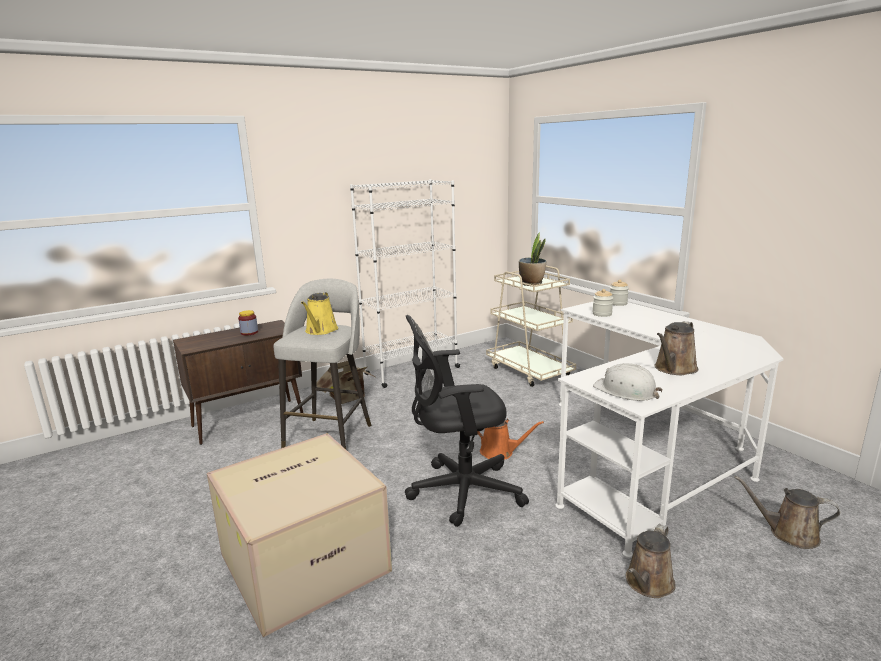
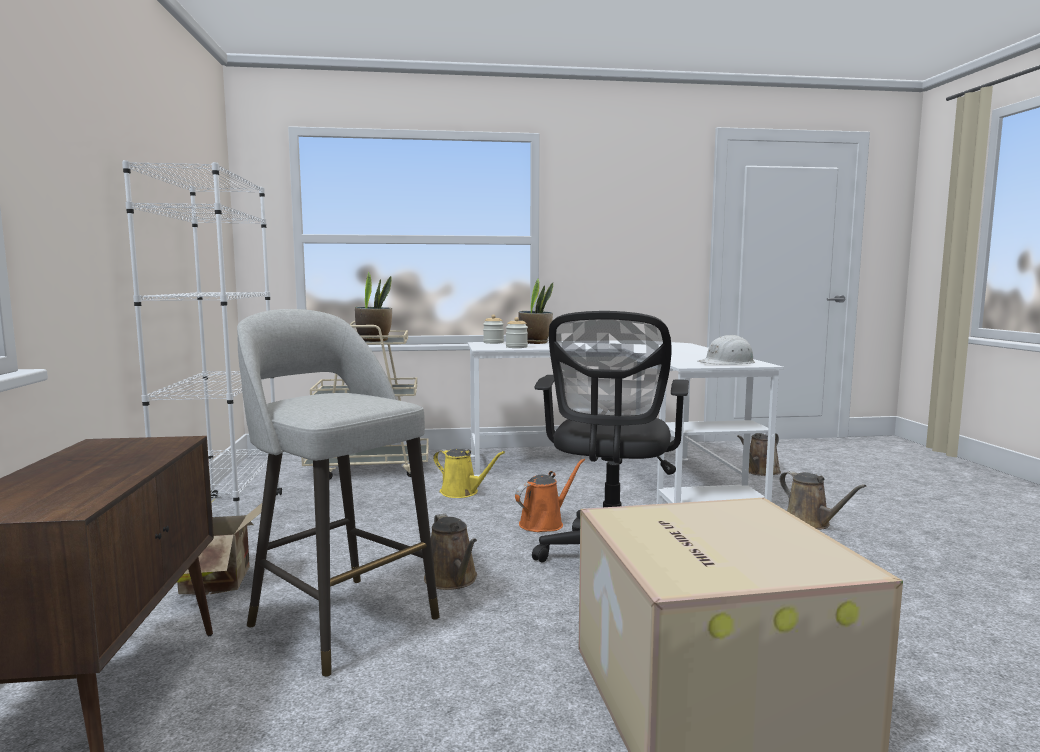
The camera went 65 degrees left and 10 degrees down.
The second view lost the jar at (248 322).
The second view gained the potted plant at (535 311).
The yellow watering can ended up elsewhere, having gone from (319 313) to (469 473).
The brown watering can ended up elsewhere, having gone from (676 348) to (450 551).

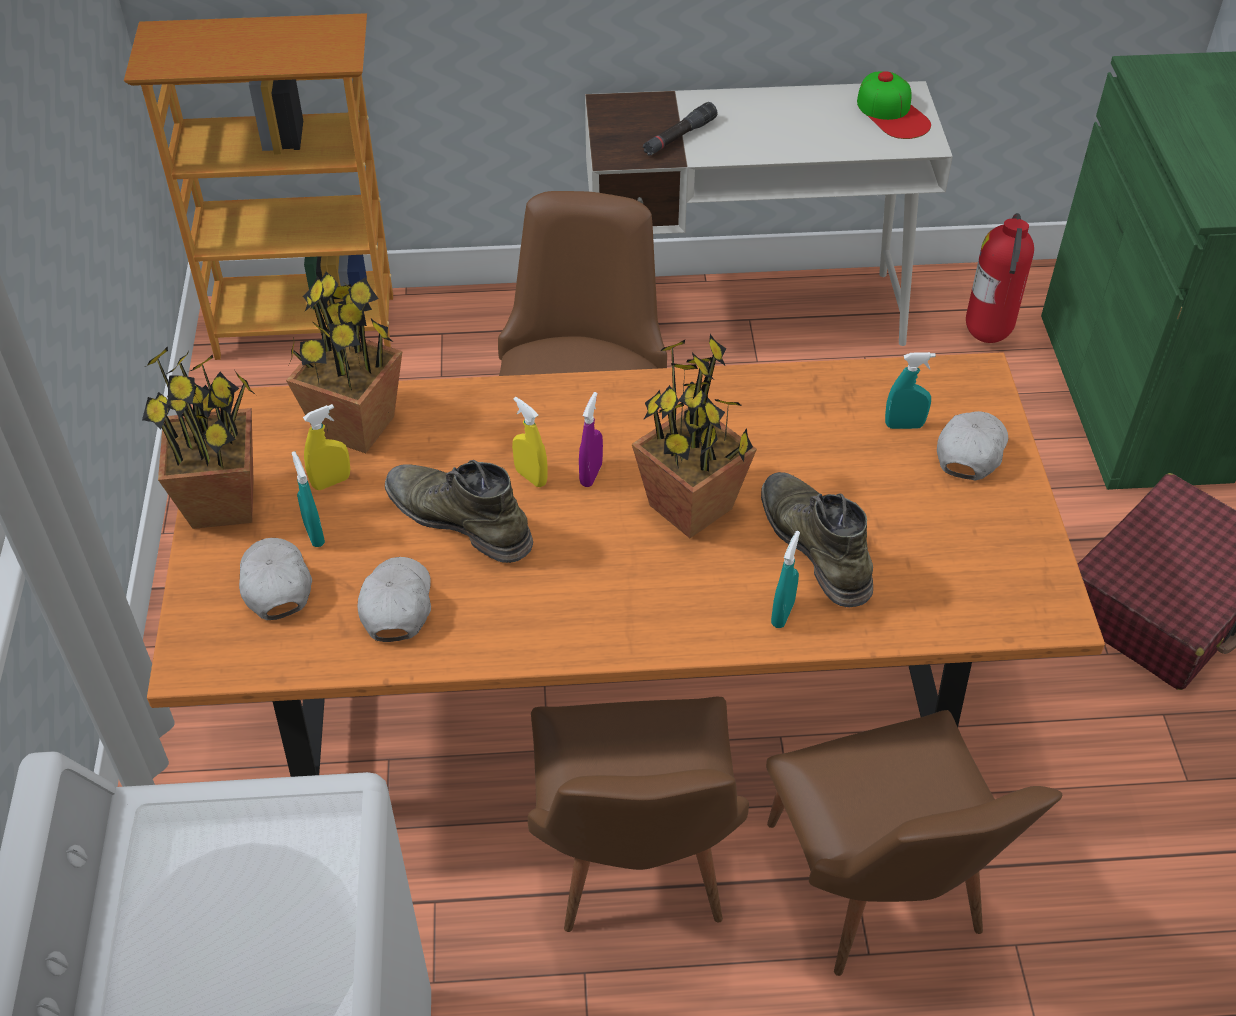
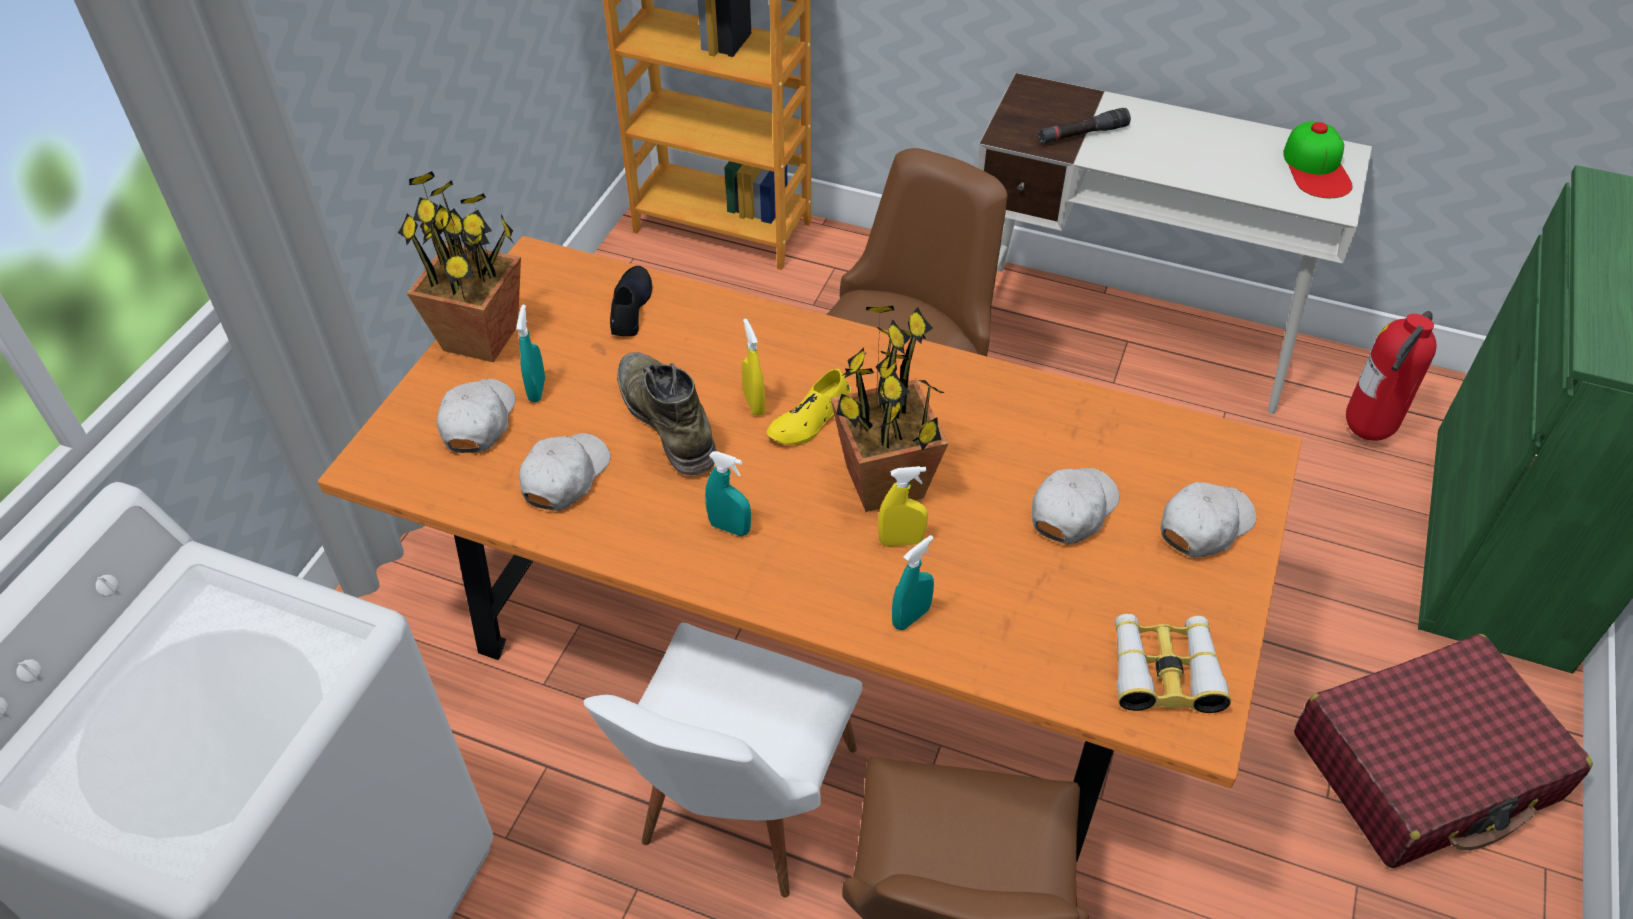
The camera went 25 degrees right and 0 degrees up.
The second view lost the green boot at (817 539).
The second view gained the white cap at (1075 506).
The second view gained the binoculars at (1173 663).
The yellow spray bottle ended up elsewhere, having gone from (326 447) to (903 506).
The turquoise spray bottle ended up elsewhere, having gone from (910 390) to (728 493).
Where the potted plant stood at (344 362), the black shoe came to stand at (631 301).
Where the purple spray bottle stood at (591 439), the yellow shoe came to stand at (809 407).
What was the brown chair at (638 814) turned into the white chair at (722 760).

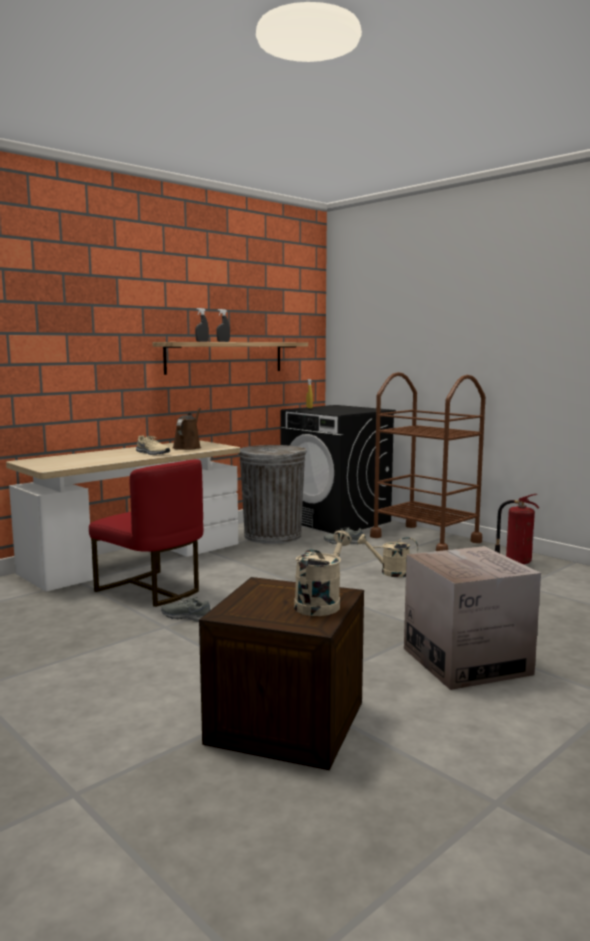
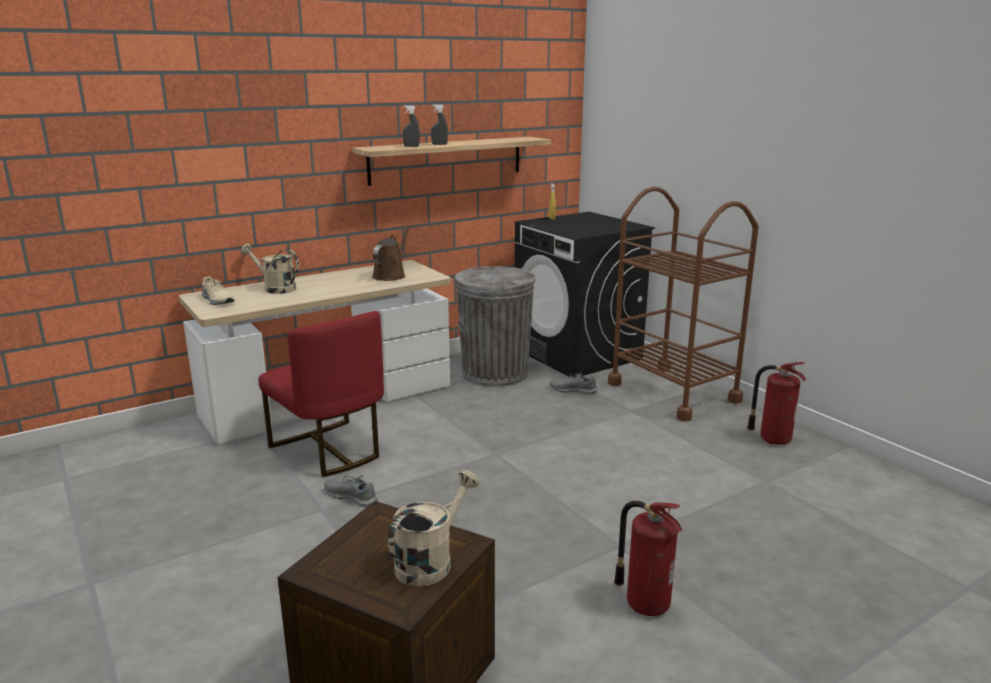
The camera went 10 degrees right and 10 degrees up.
The beige shoe ended up elsewhere, having gone from (153 445) to (218 290).
The beige watering can ended up elsewhere, having gone from (388 555) to (269 269).
Where the cardboard box stood at (472 618), the fire extinguisher came to stand at (648 558).

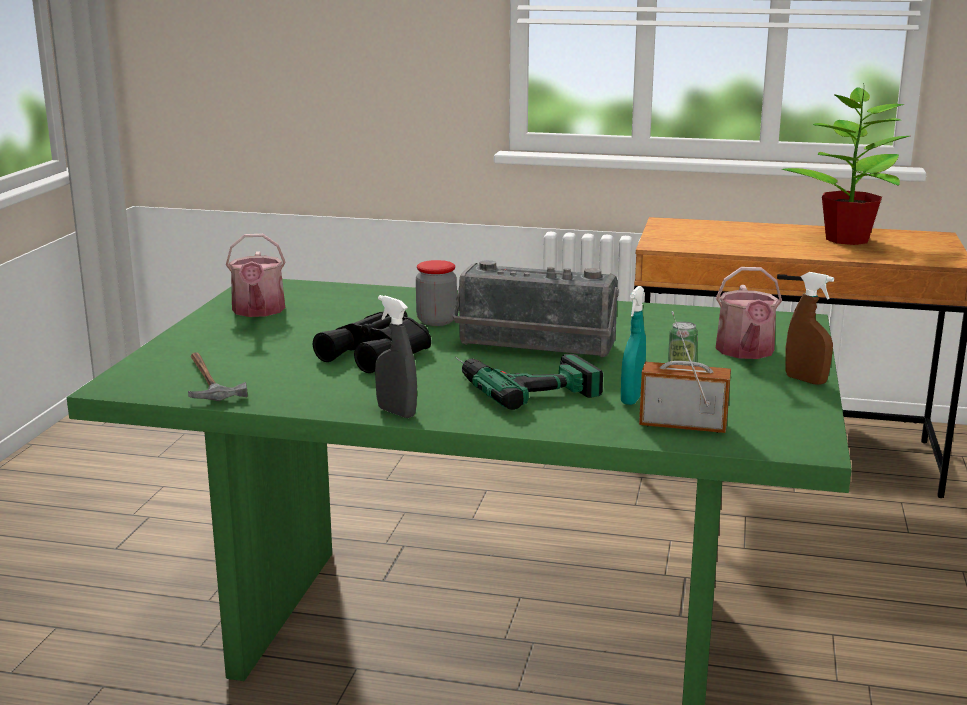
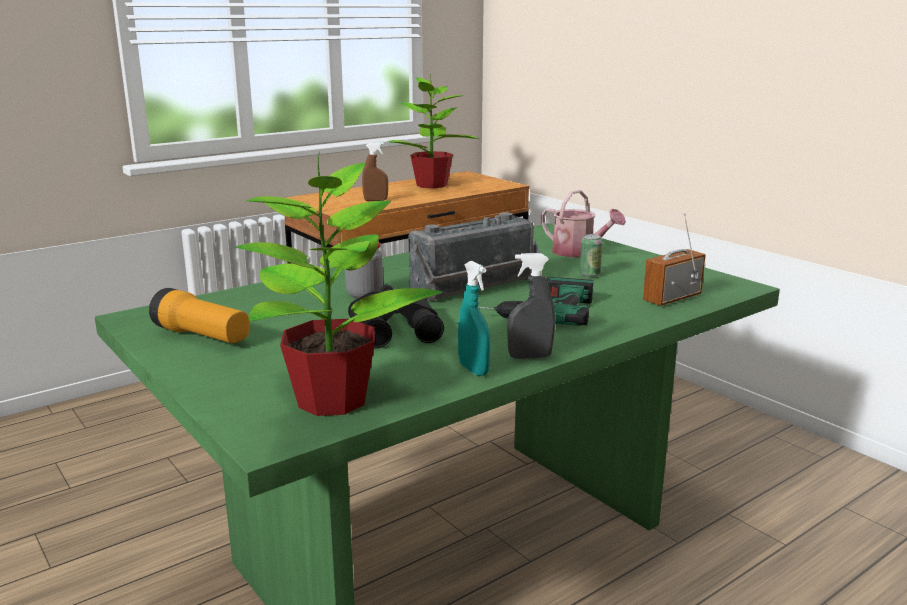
The camera went 50 degrees left and 0 degrees up.
The turquoise spray bottle ended up elsewhere, having gone from (633 345) to (474 318).
The brown spray bottle ended up elsewhere, having gone from (810 328) to (375 171).
Where the hammer stood at (218 376), the potted plant came to stand at (339 284).
Where the watering can stood at (256 275), the flashlight came to stand at (199 315).

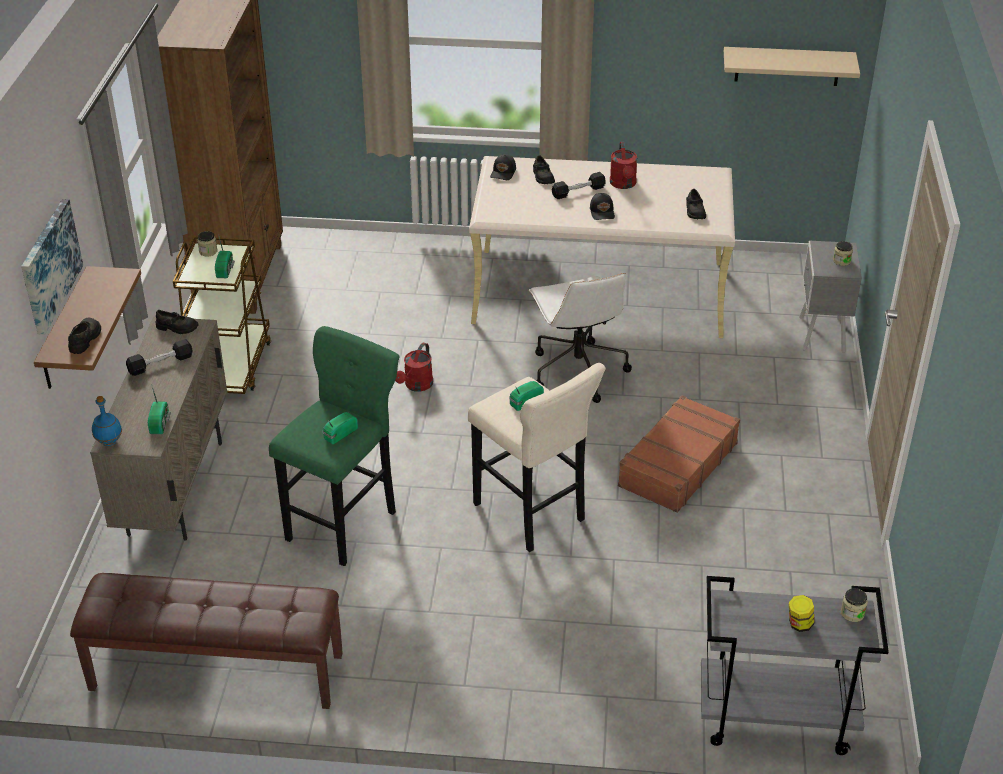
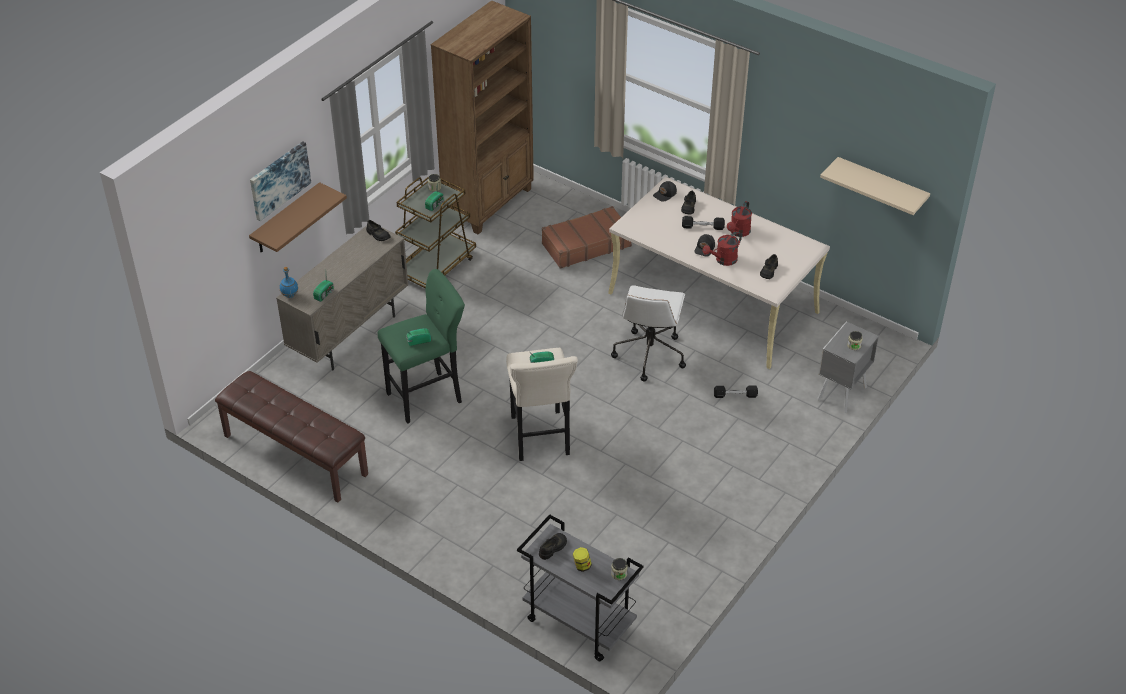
The camera went 30 degrees right and 5 degrees up.
The black shoe ended up elsewhere, having gone from (84 336) to (553 546).
The black dumbbell ended up elsewhere, having gone from (159 357) to (736 391).
The red watering can ended up elsewhere, having gone from (414 367) to (722 248).
The brown suitcase ended up elsewhere, having gone from (679 454) to (587 237).

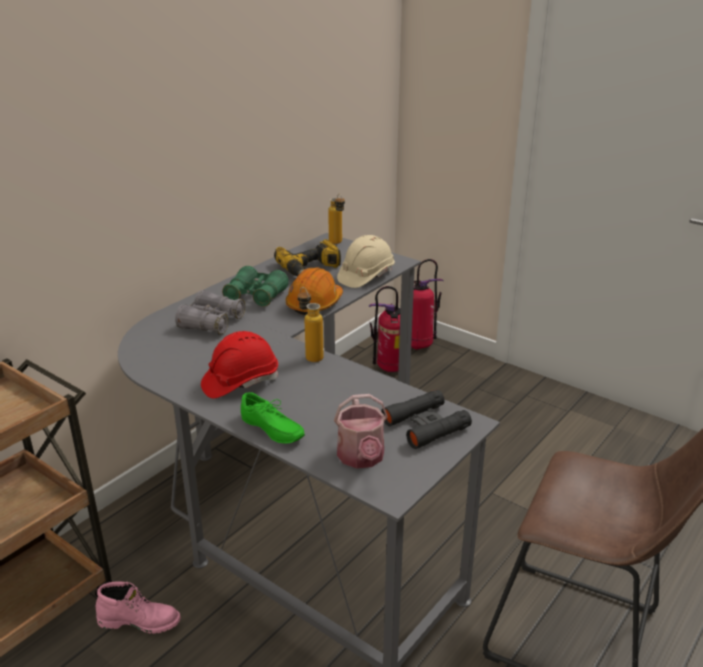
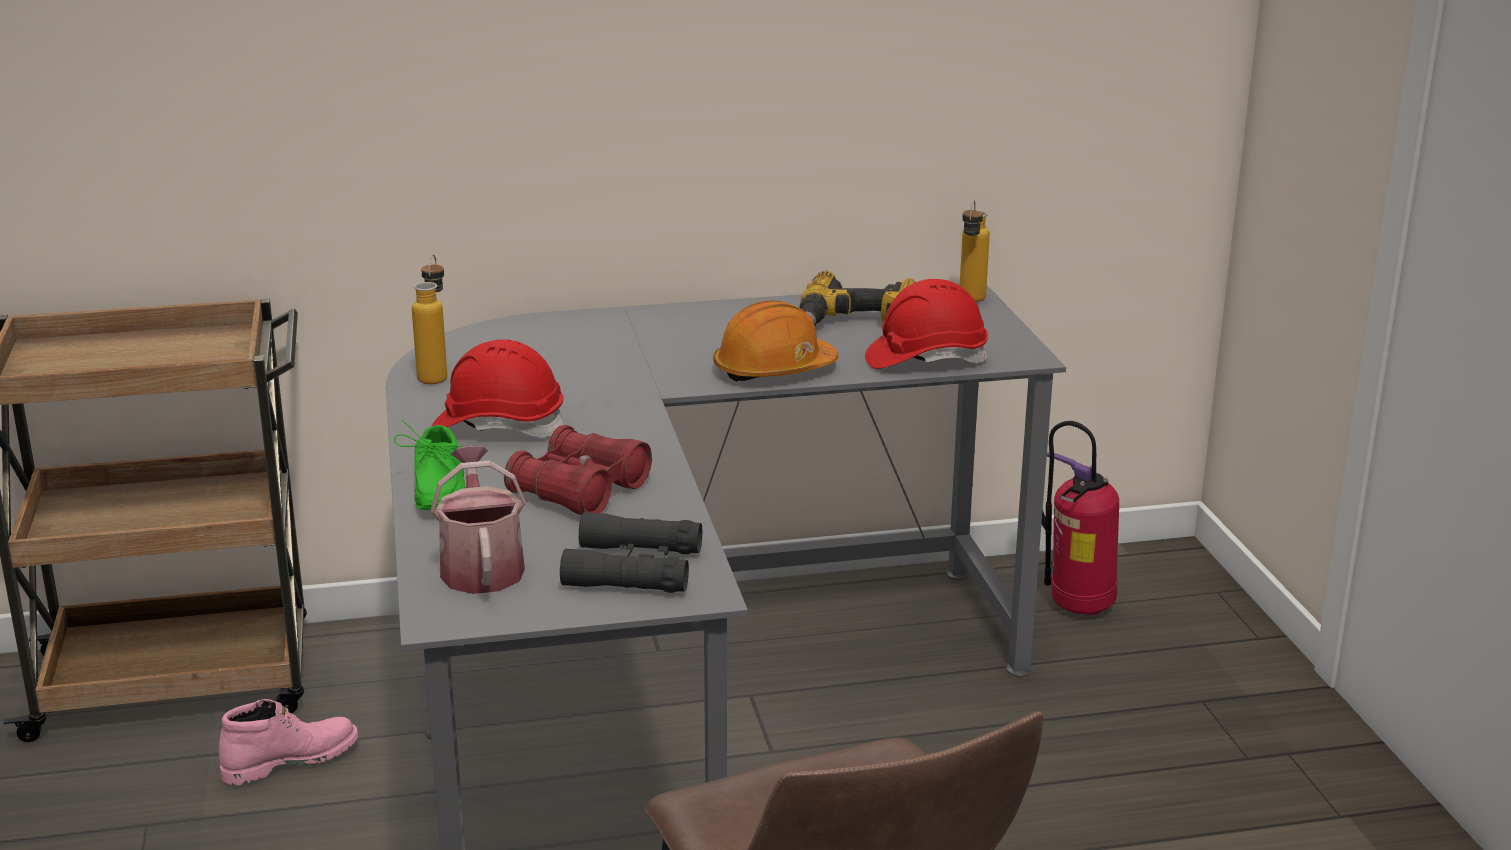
The camera went 40 degrees right and 5 degrees down.
The second view lost the grey binoculars at (210 312).
The second view lost the green binoculars at (255 286).
The second view lost the fire extinguisher at (427 304).
The second view gained the red binoculars at (578 470).
The bottle ended up elsewhere, having gone from (311 324) to (429 319).
What was the beige hard hat at (366 261) turned into the red hard hat at (926 324).
The pink boot at (138 607) ended up facing another way, 75 degrees counterclockwise from before.
The watering can at (361 431) ended up facing another way, 135 degrees clockwise from before.

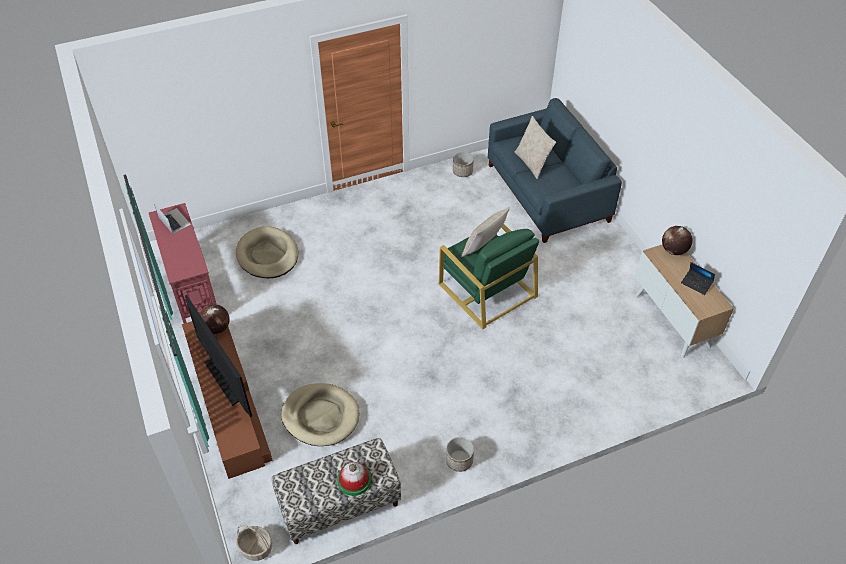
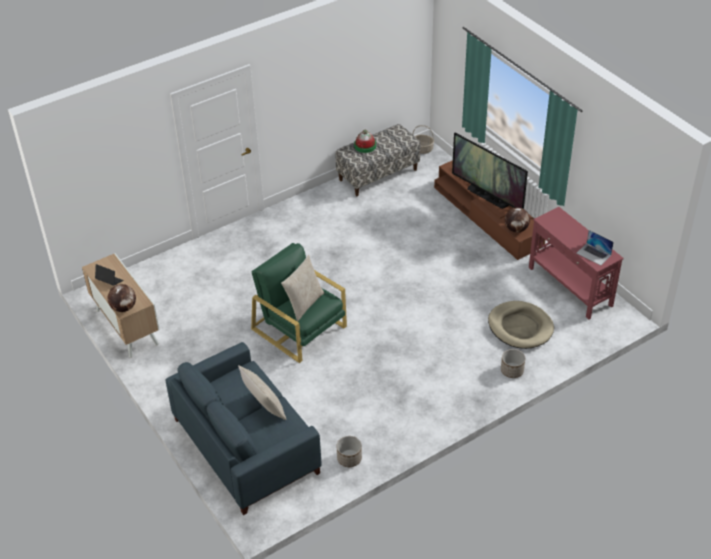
The camera went 170 degrees right and 5 degrees down.
The second view lost the beige dog bed at (320 414).
The planter ended up elsewhere, having gone from (460 454) to (513 363).

